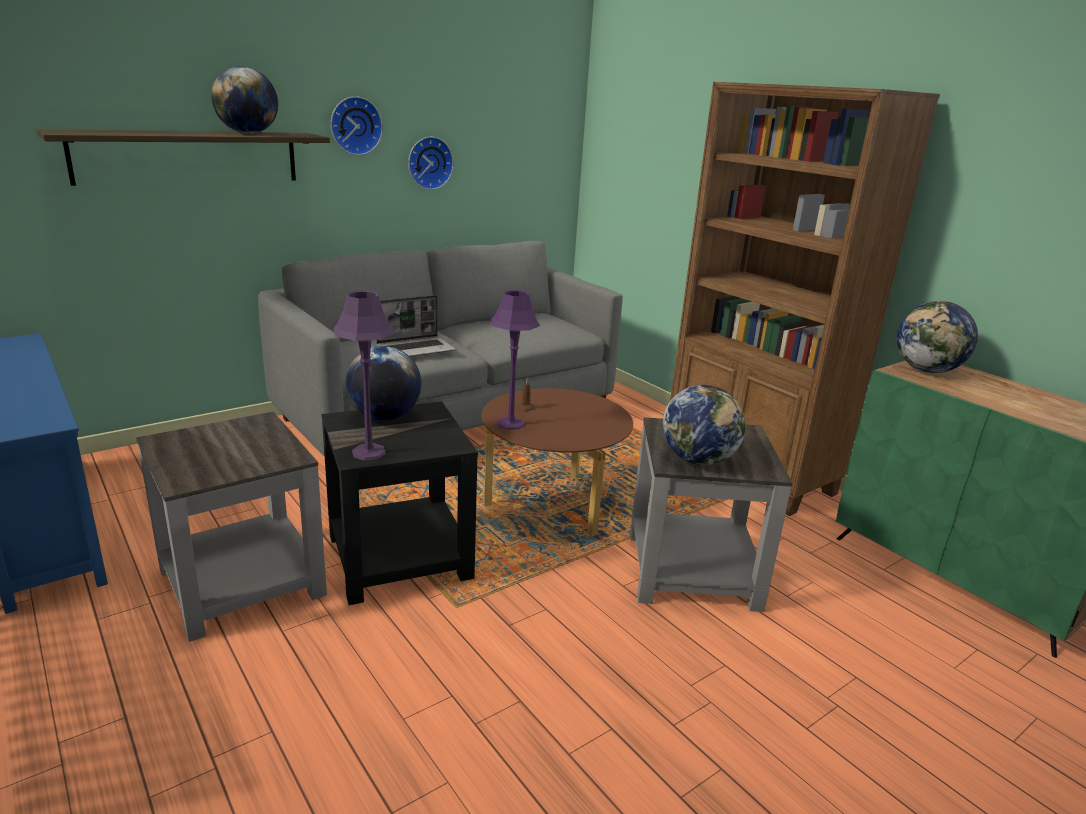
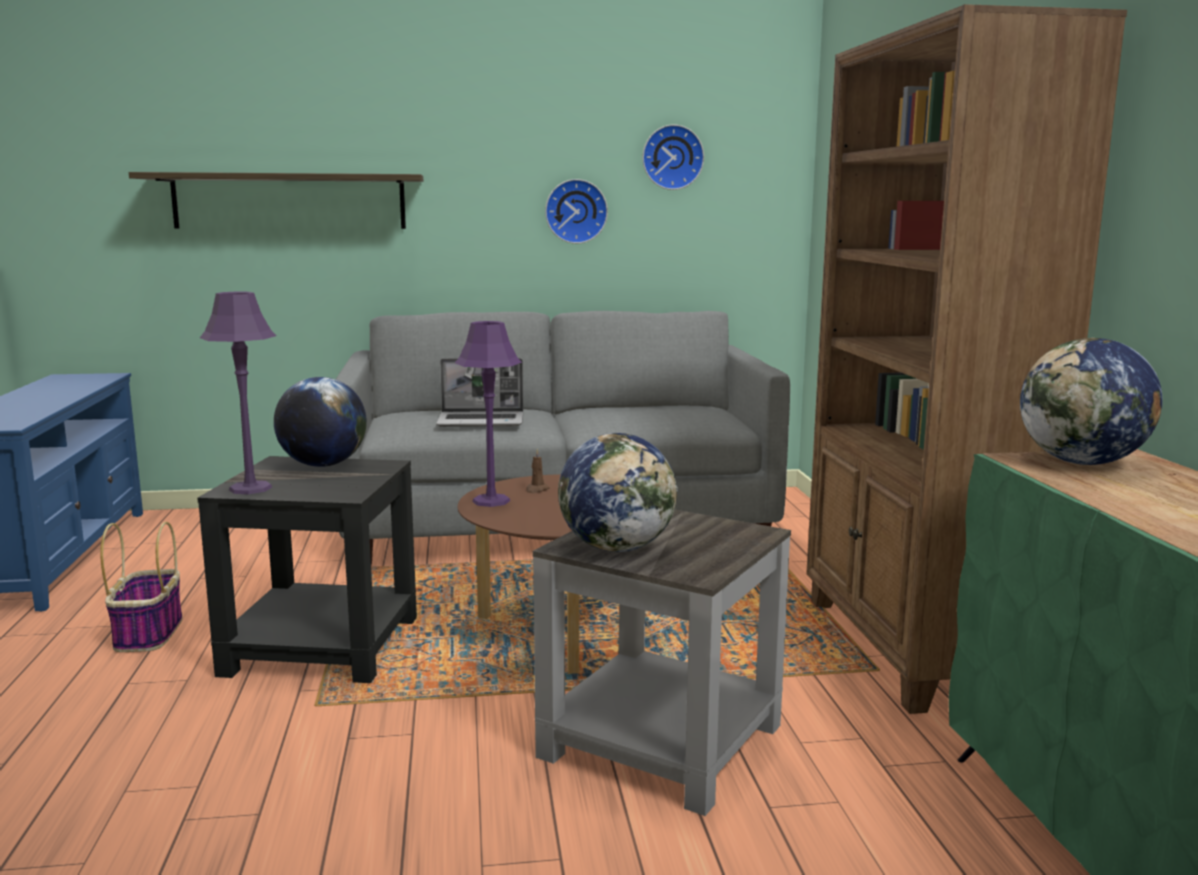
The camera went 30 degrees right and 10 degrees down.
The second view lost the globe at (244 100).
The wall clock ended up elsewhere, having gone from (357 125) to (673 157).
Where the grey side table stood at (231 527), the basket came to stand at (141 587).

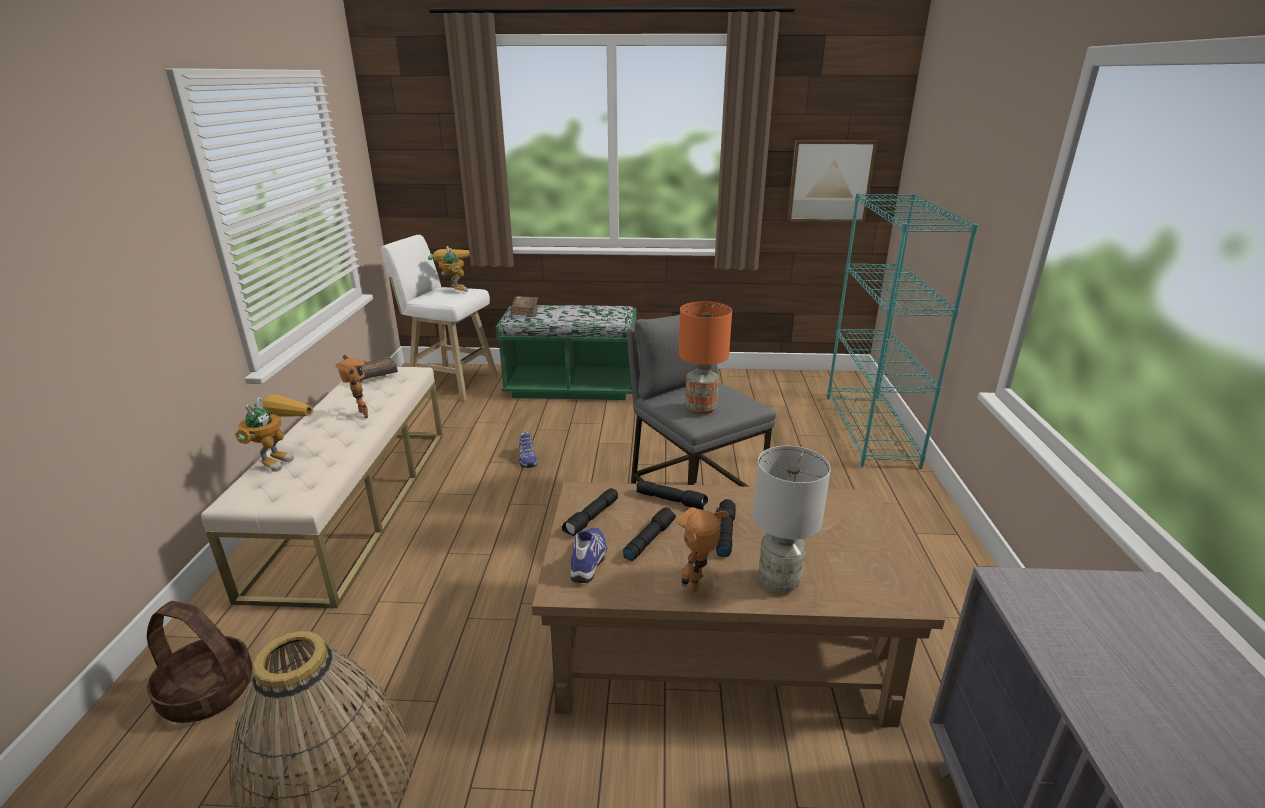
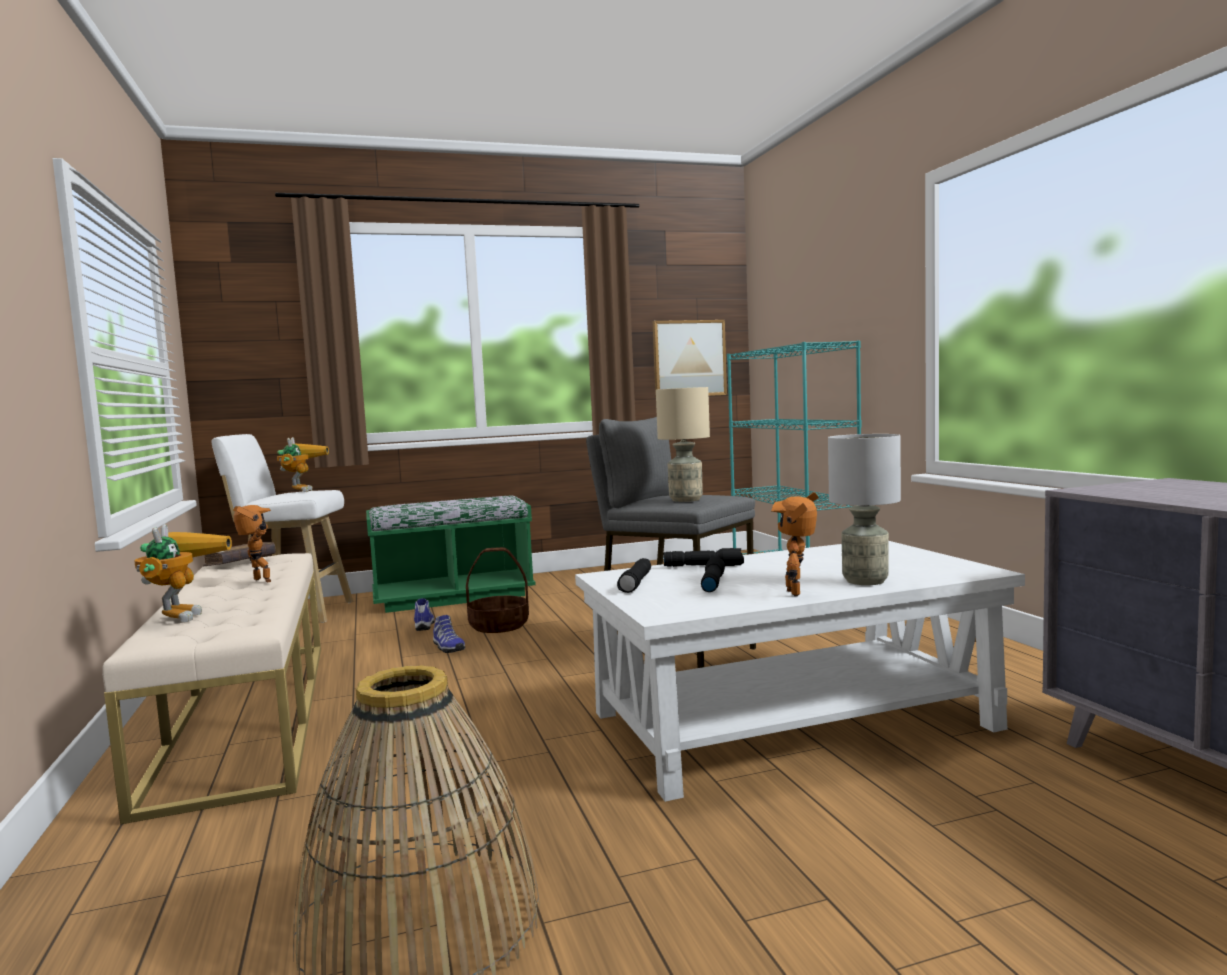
The camera went 20 degrees left and 20 degrees down.
The second view lost the brown book at (524 306).
The second view lost the black flashlight at (726 528).
The basket ended up elsewhere, having gone from (200 662) to (497 590).
The shoe ended up elsewhere, having gone from (589 555) to (424 614).
What was the brown coffee table at (738 604) turned into the white coffee table at (800 671).
What was the orange table lamp at (705 358) turned into the beige table lamp at (683 444).
The toy robot at (449 269) ended up facing another way, 45 degrees clockwise from before.

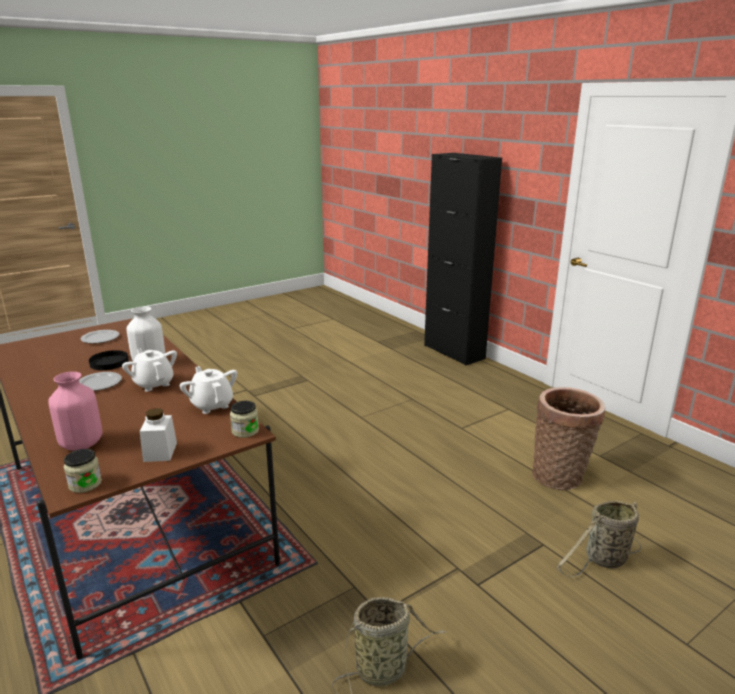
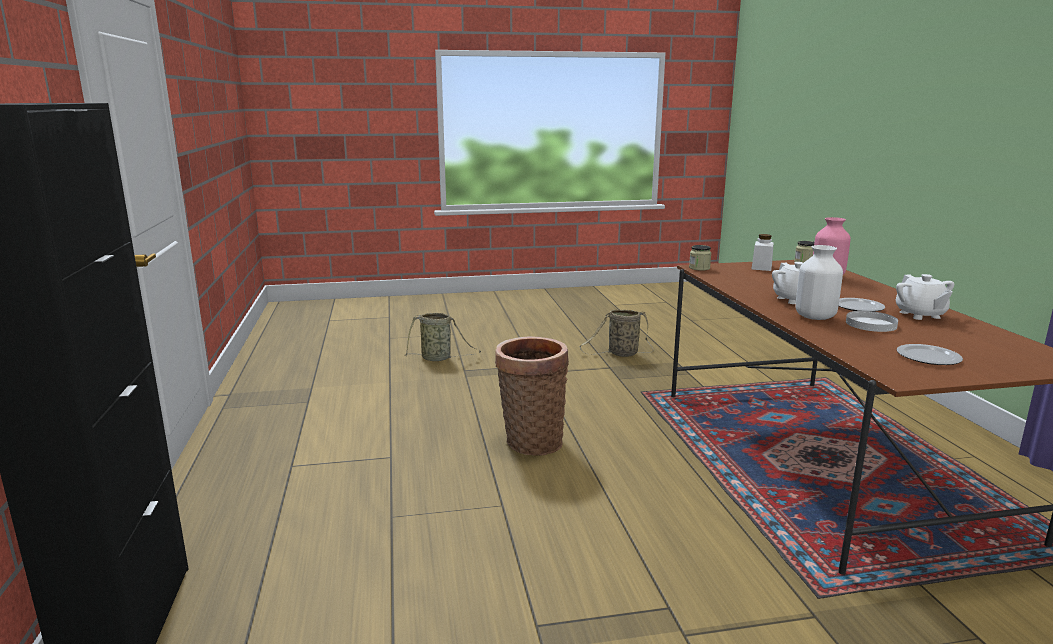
The camera went 155 degrees left and 5 degrees down.
The white teapot ended up elsewhere, having gone from (208 390) to (925 297).
The basket ended up elsewhere, having gone from (569 438) to (532 396).
What was the black plate at (109 360) turned into the white plate at (872 321).

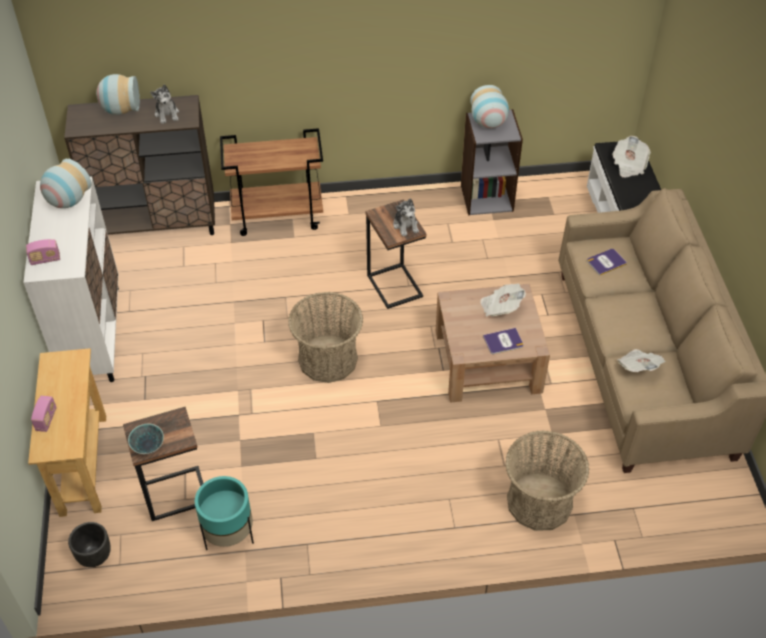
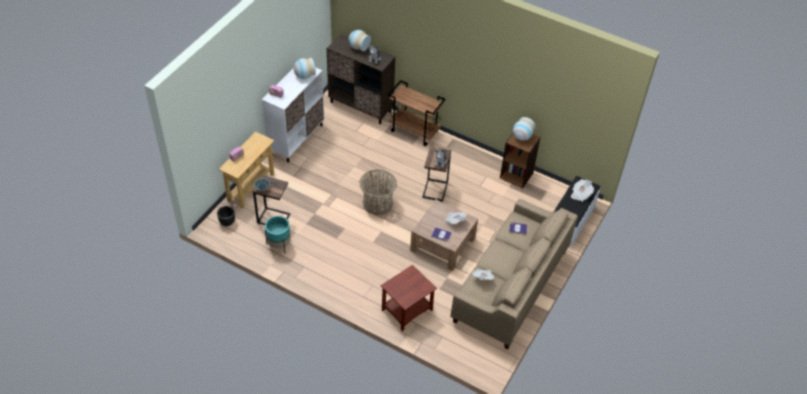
The camera went 35 degrees right and 0 degrees up.
Where the basket stood at (547 481), the brown side table came to stand at (409 298).
What was the grey bookcase at (492 162) turned into the brown bookcase at (520 160).

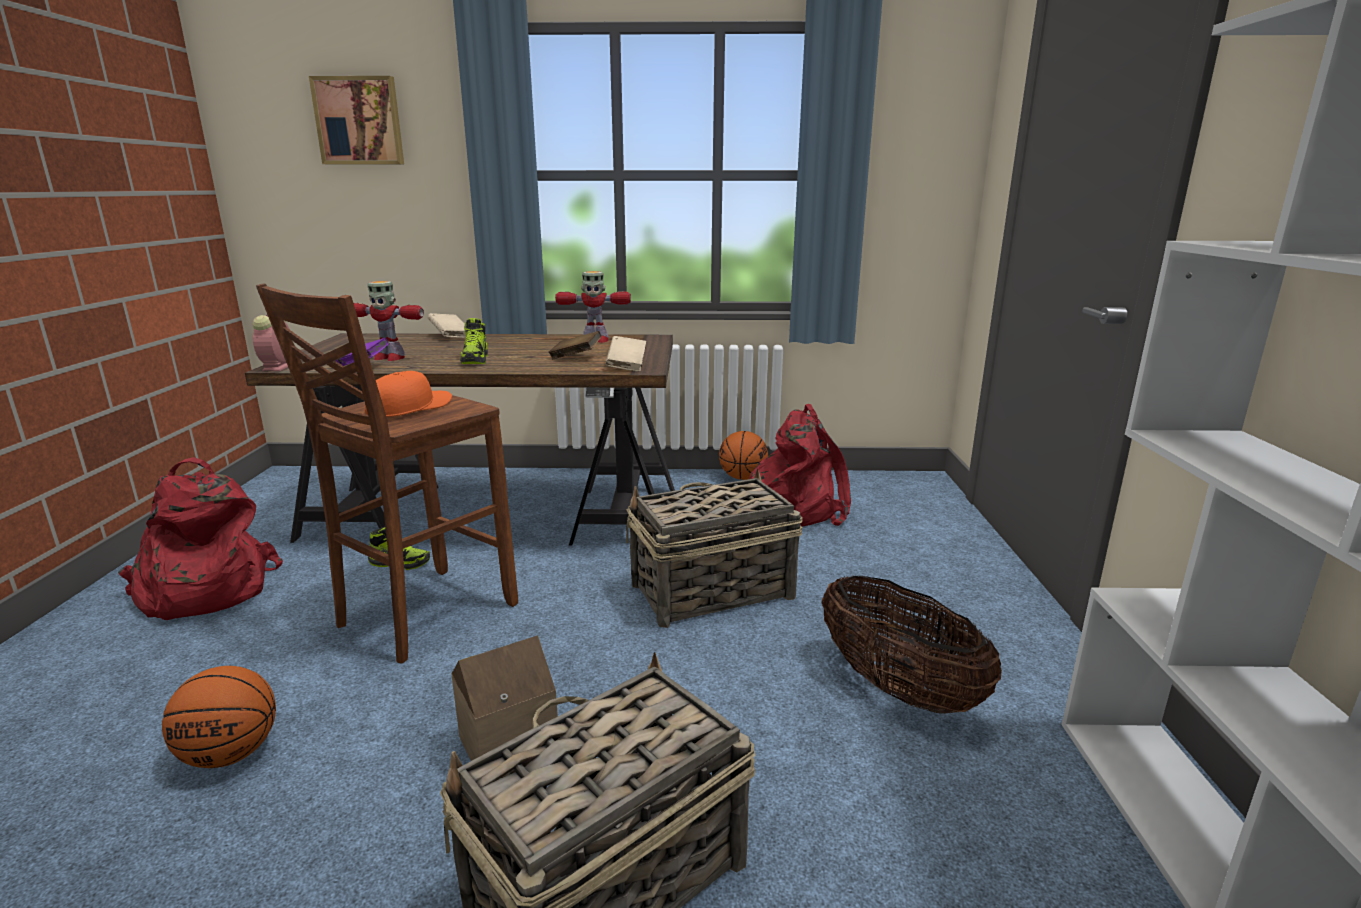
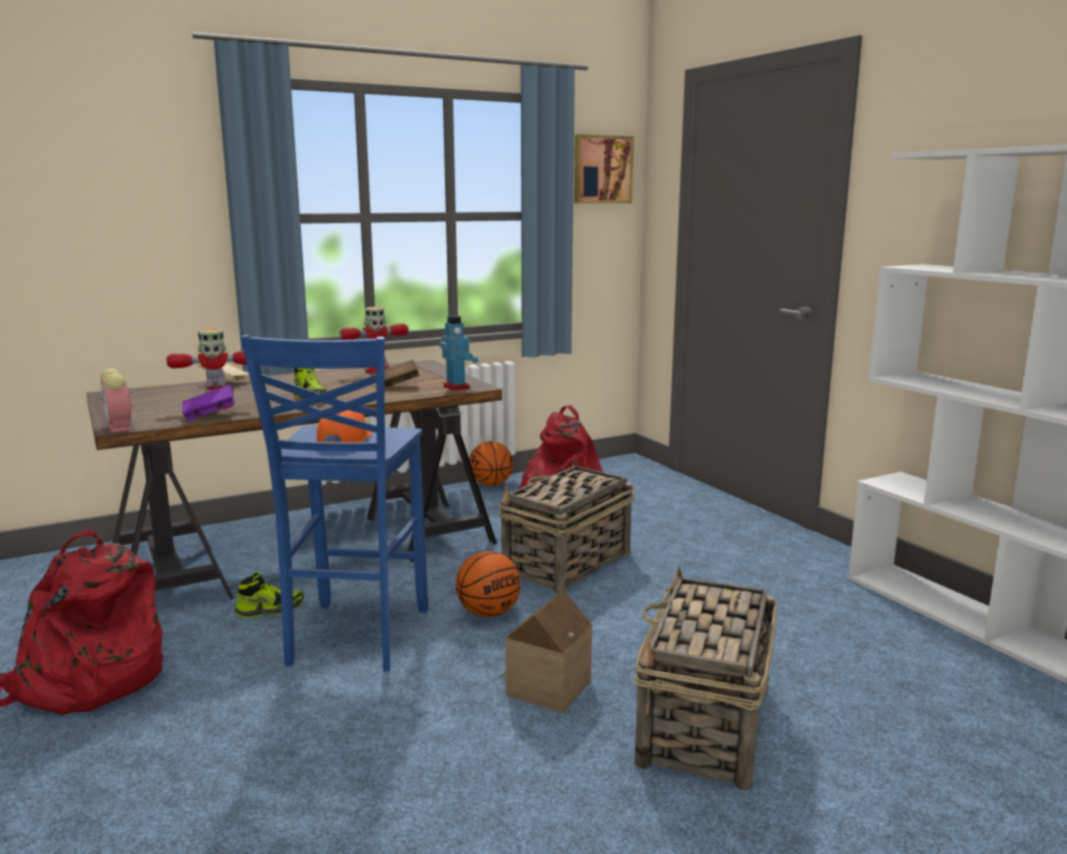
The camera went 30 degrees left and 5 degrees down.
The second view lost the basket at (911 644).
The basketball ended up elsewhere, having gone from (219 717) to (488 584).
The picture ended up elsewhere, having gone from (356 120) to (604 168).
Where the beige book stood at (626 354), the toy robot came to stand at (459 352).
What was the brown stool at (387 473) turned into the blue stool at (334 503).

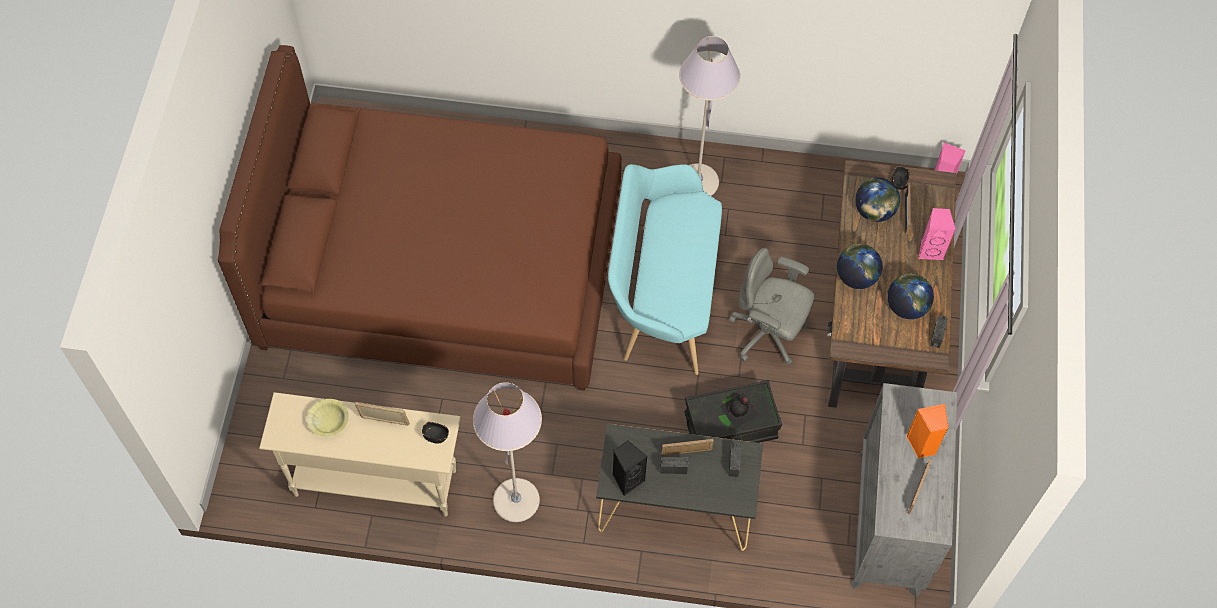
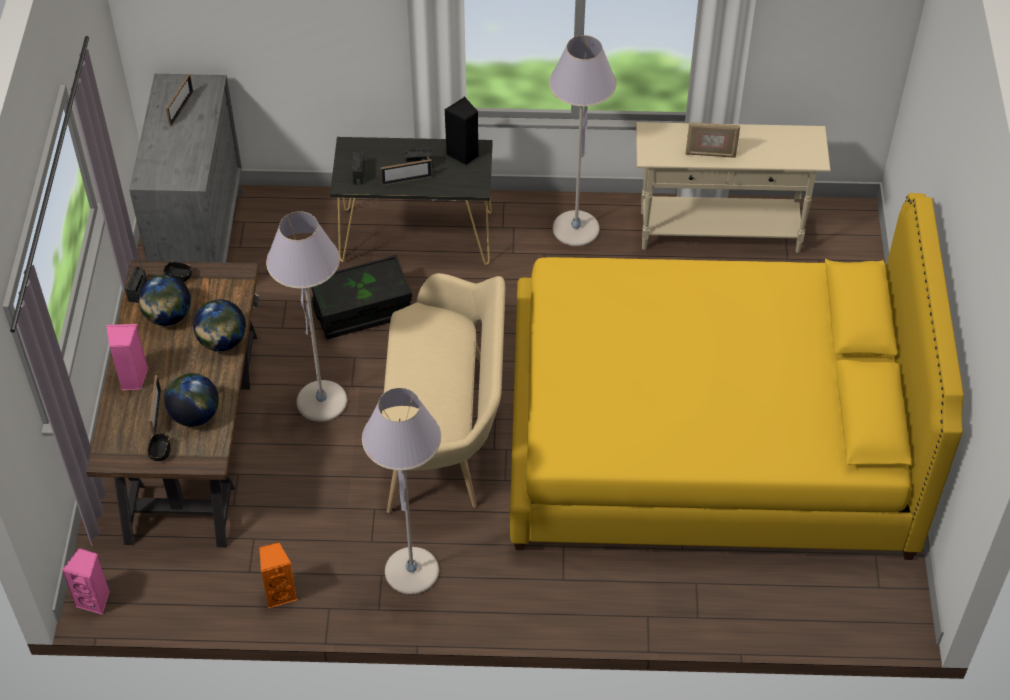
The camera went 175 degrees right and 10 degrees down.
The second view lost the yellow bowl at (328 418).
The second view lost the black bottle at (739 411).
The black bowl ended up elsewhere, having gone from (435 433) to (177 272).
The orange speaker ended up elsewhere, having gone from (927 431) to (278 575).
Where the grey office chair stood at (771 306), the grey floor lamp came to stand at (306 316).
What was the brown bed at (420 218) turned into the yellow bed at (737 376).
What was the turquoise bench at (665 269) turned into the beige bench at (443 393).

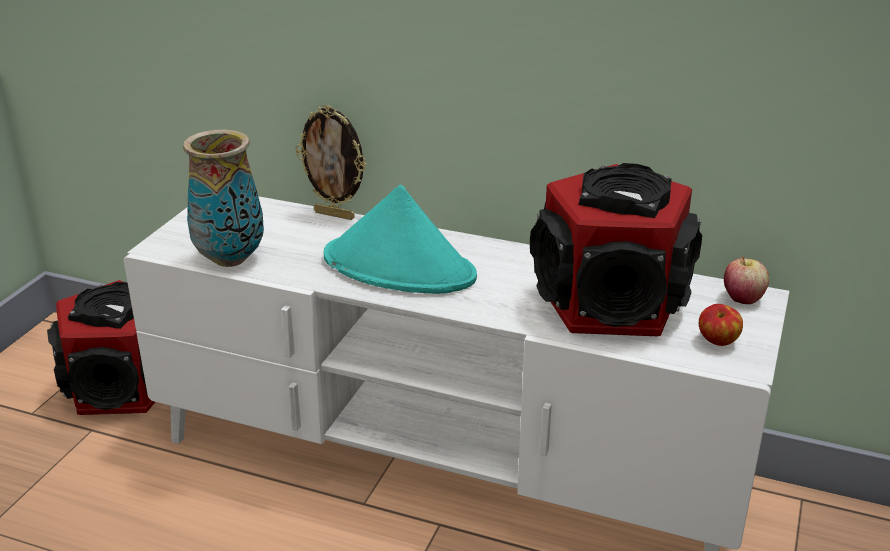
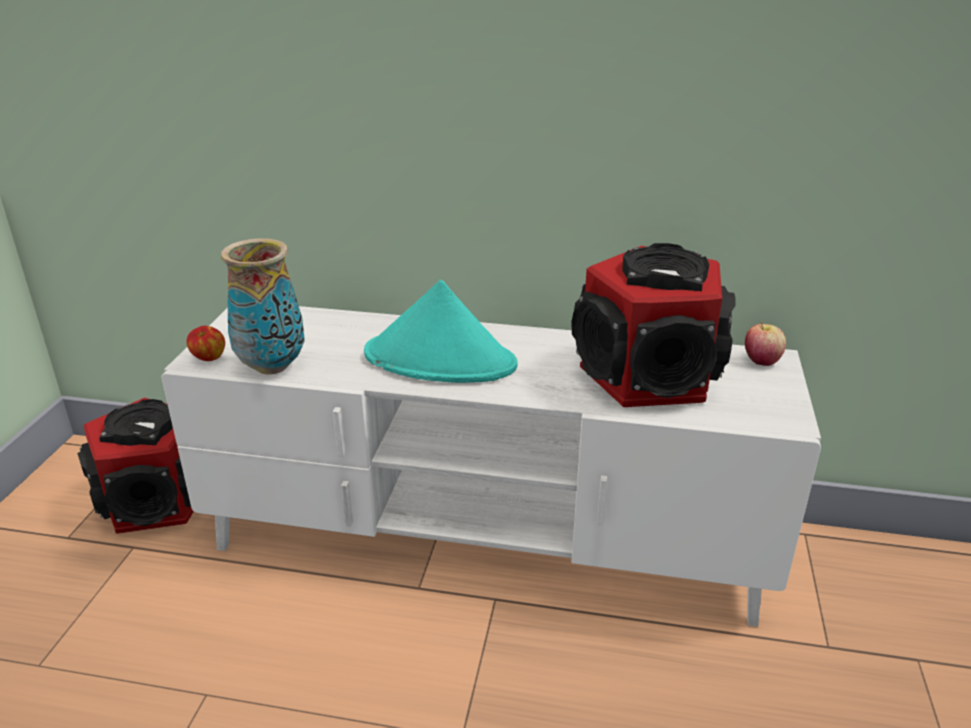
The camera went 10 degrees left and 0 degrees up.
The second view lost the picture frame at (331 162).
The apple ended up elsewhere, having gone from (721 325) to (205 343).

